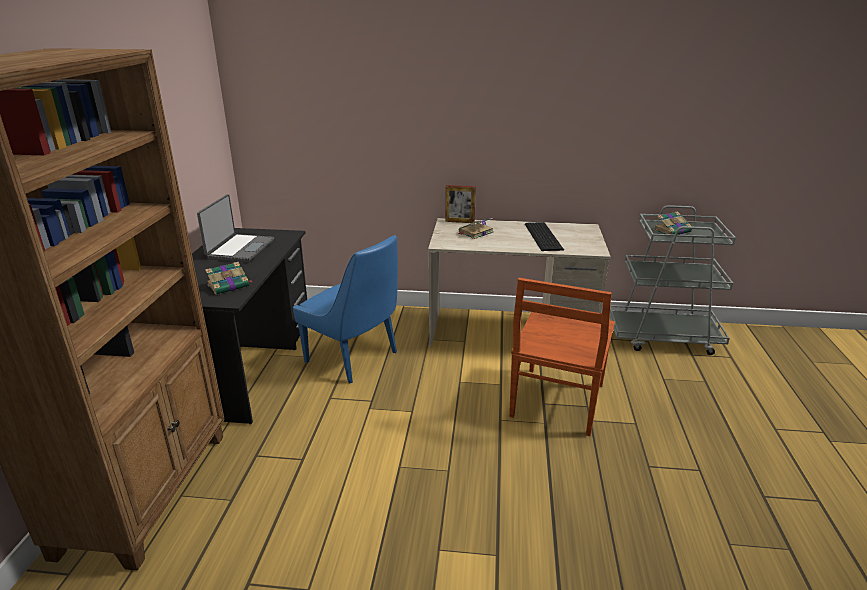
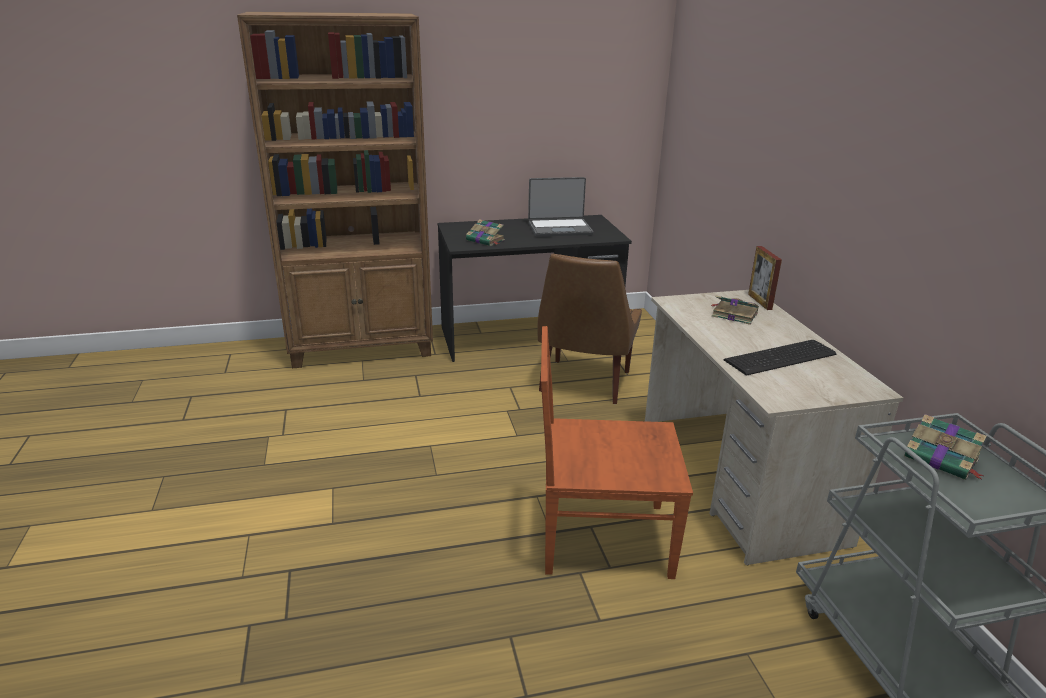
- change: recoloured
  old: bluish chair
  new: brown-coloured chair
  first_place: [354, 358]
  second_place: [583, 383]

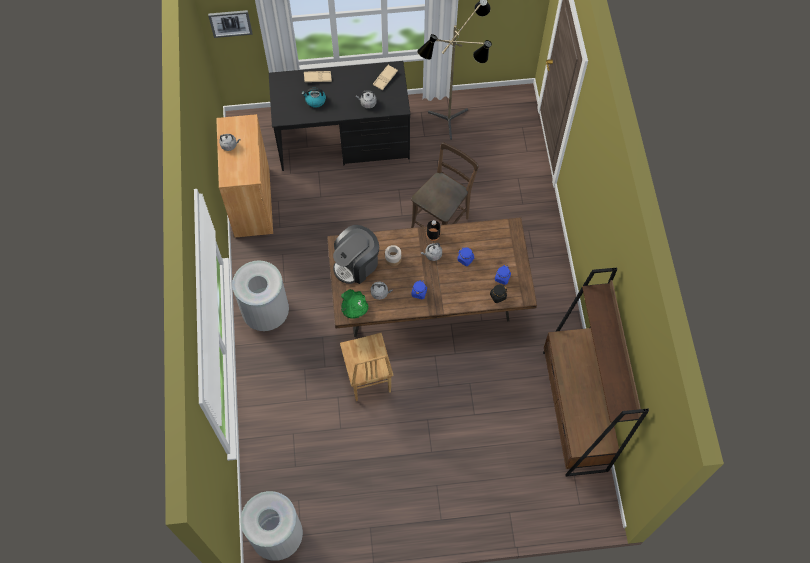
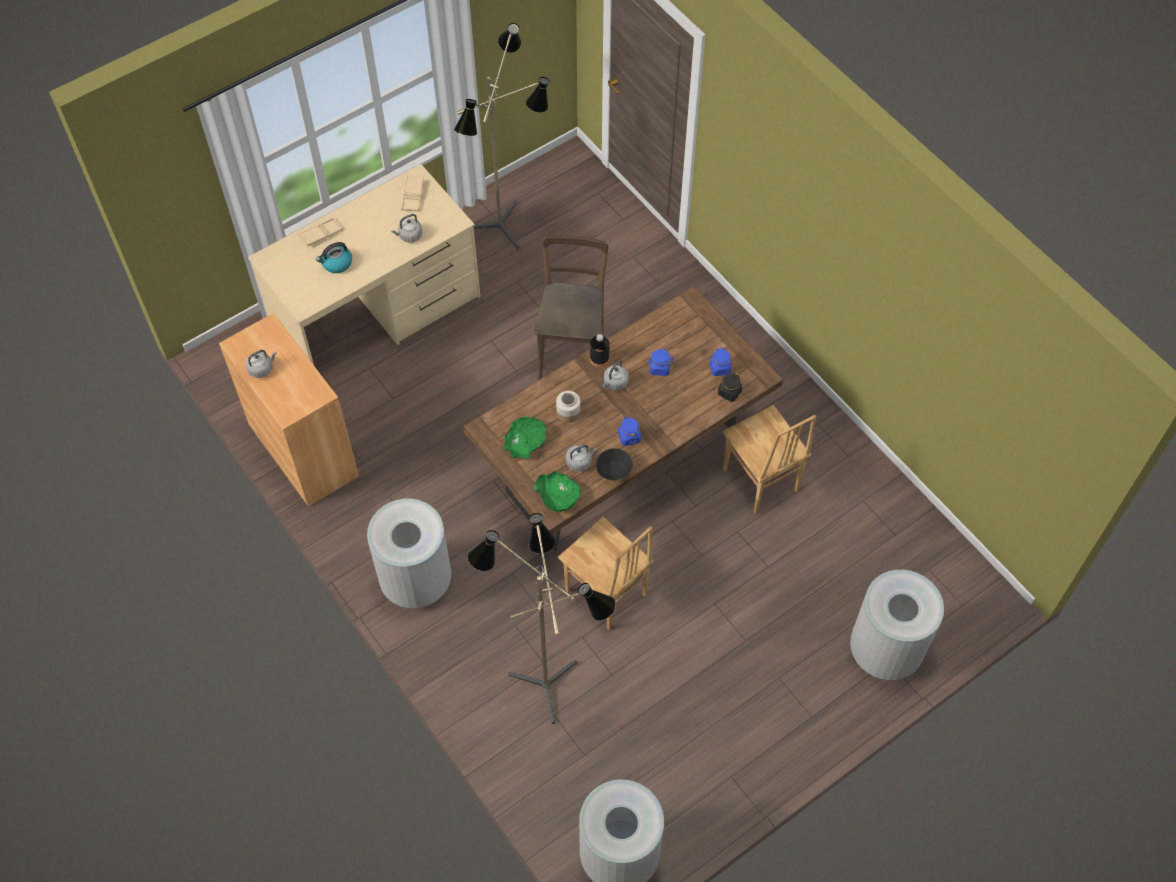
- change: removed
  old: wall art
  first_place: [230, 23]
- change: removed
  old: brown-coloured shelving unit
  first_place: [574, 410]
- change: added
  new: floor lamp
  second_place: [547, 678]
- change: added
  new: blackish bowl
  second_place: [614, 471]
- change: added
  new: brown-coloured chair
  second_place: [759, 481]
- change: added
  new: grey waste bin
  second_place: [885, 651]
- change: replaced
  old: coffee brewer
  new: green bowl
  first_place: [356, 264]
  second_place: [525, 442]
- change: recoloured
  old: blackish desk unit
  new: beige-coloured desk unit
  first_place: [343, 140]
  second_place: [377, 313]

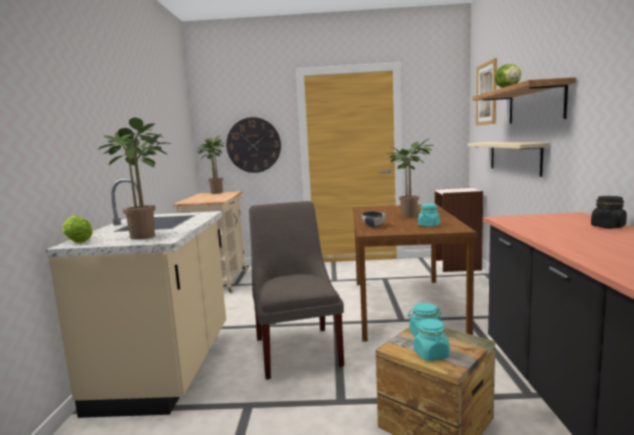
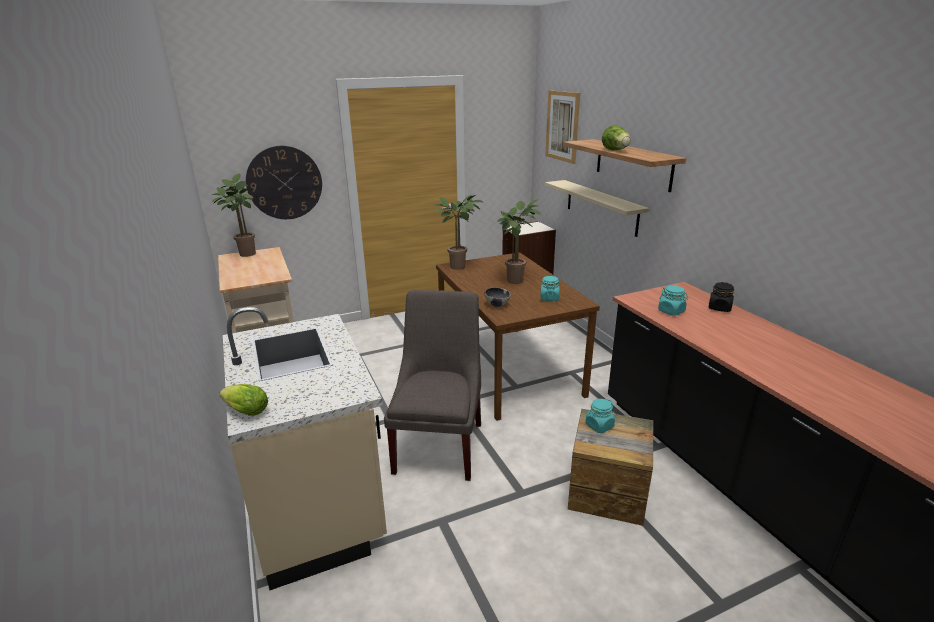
- change: moved
  old: potted plant
  first_place: [147, 236]
  second_place: [460, 266]
- change: moved
  old: turquoise preserve jar
  first_place: [431, 355]
  second_place: [671, 311]
- change: turned
  old: grey chair
  first_place: [297, 348]
  second_place: [440, 444]
  degrees: 45

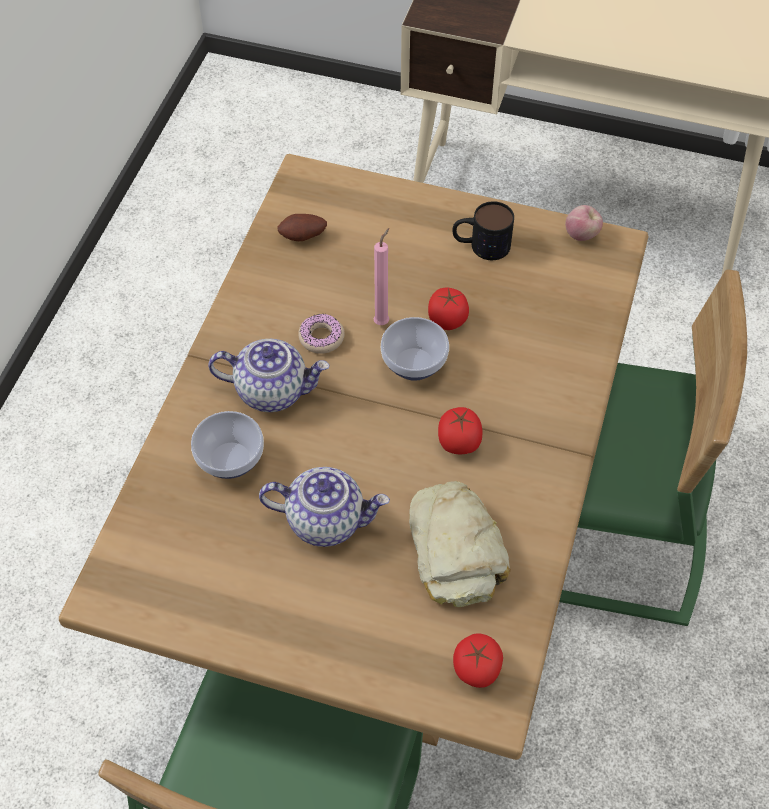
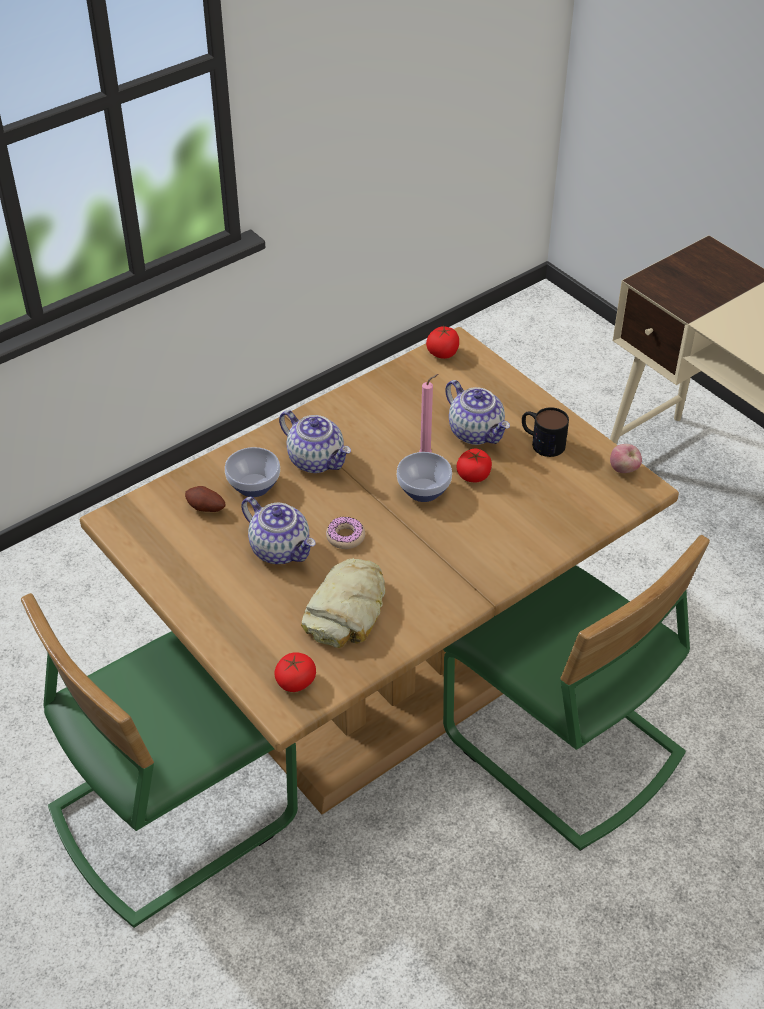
- change: added
  new: pot for tea
  second_place: [476, 432]
- change: moved
  old: spud
  first_place: [303, 237]
  second_place: [205, 509]
- change: moved
  old: donut
  first_place: [321, 337]
  second_place: [345, 537]
- change: moved
  old: fresh tomato
  first_place: [459, 441]
  second_place: [442, 353]

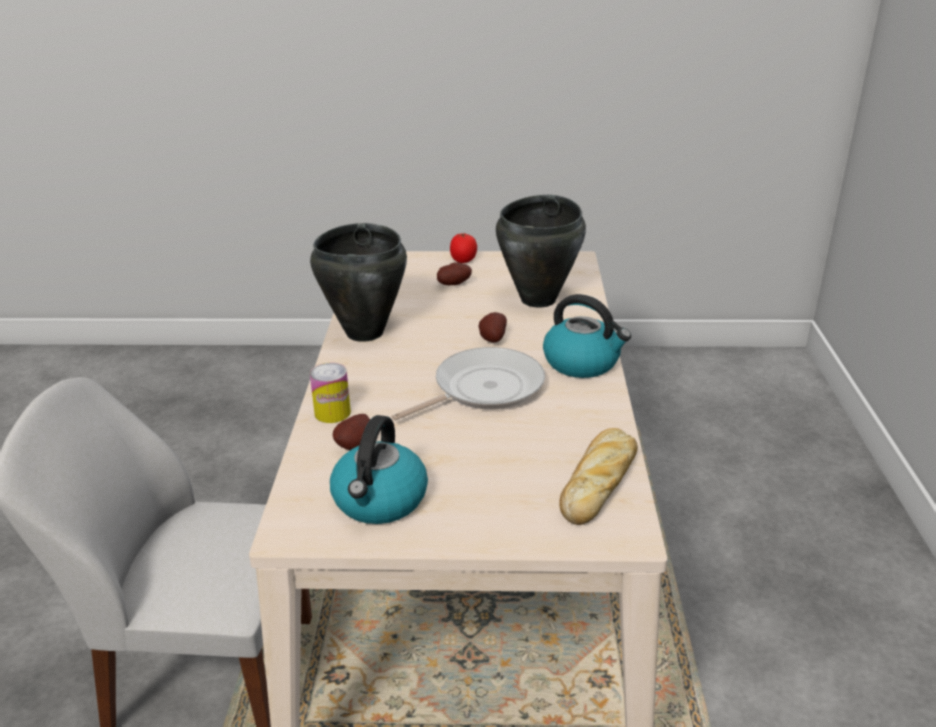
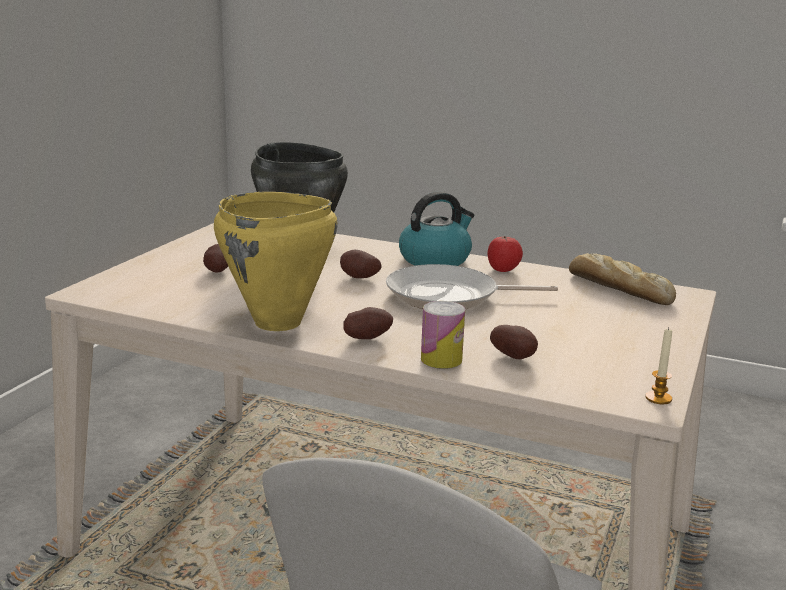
- change: removed
  old: water kettle
  first_place: [380, 501]
- change: added
  new: spud
  second_place: [367, 338]
- change: added
  new: wax candle
  second_place: [658, 398]
- change: moved
  old: fresh tomato
  first_place: [463, 261]
  second_place: [503, 270]
- change: recoloured
  old: blackish cooking pot
  new: yellow-coloured cooking pot
  first_place: [364, 333]
  second_place: [278, 323]
- change: turned
  old: frying pan
  first_place: [483, 389]
  second_place: [449, 296]
  degrees: -75

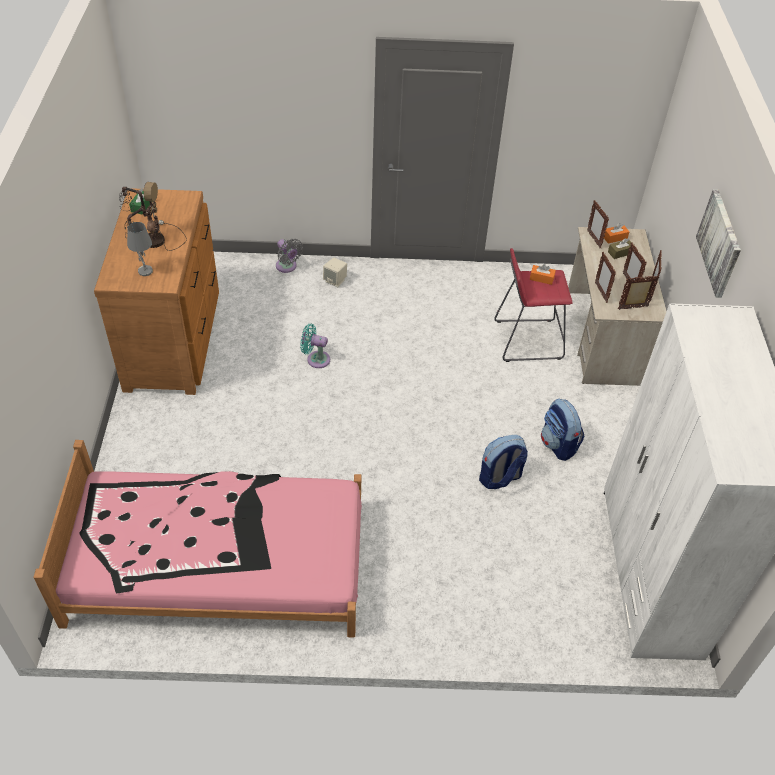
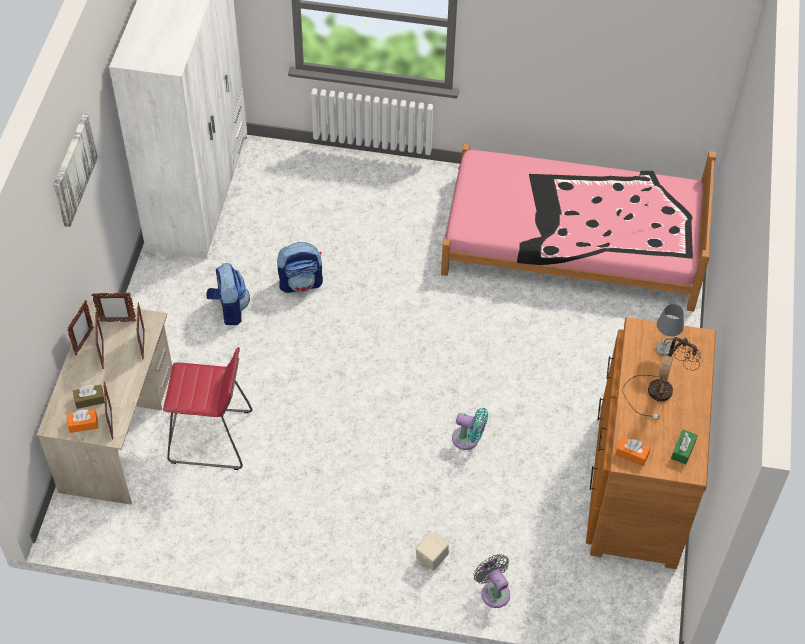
- change: moved
  old: orangey tissue box
  first_place: [541, 278]
  second_place: [632, 454]

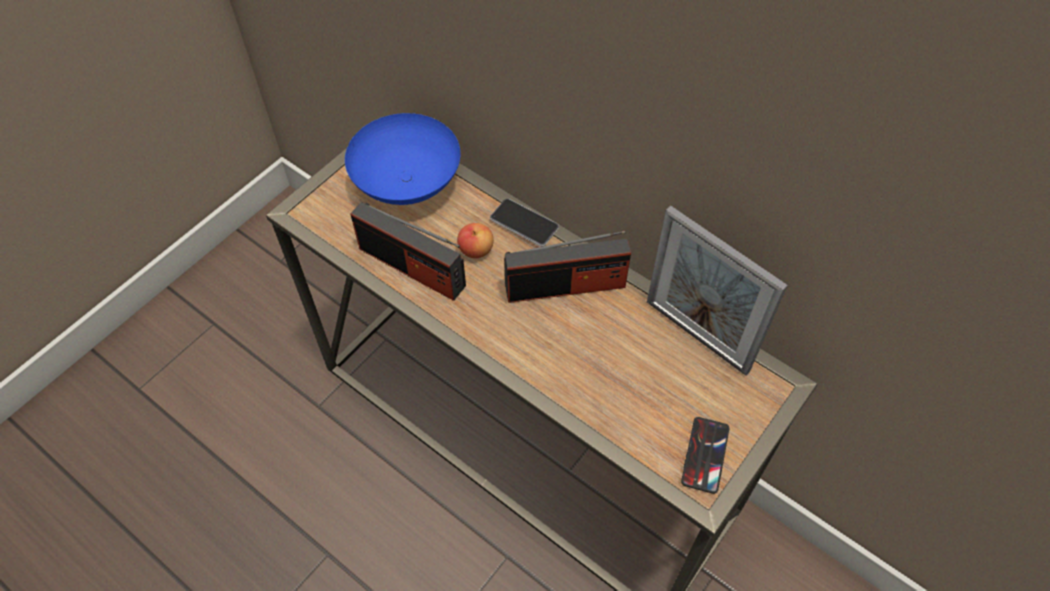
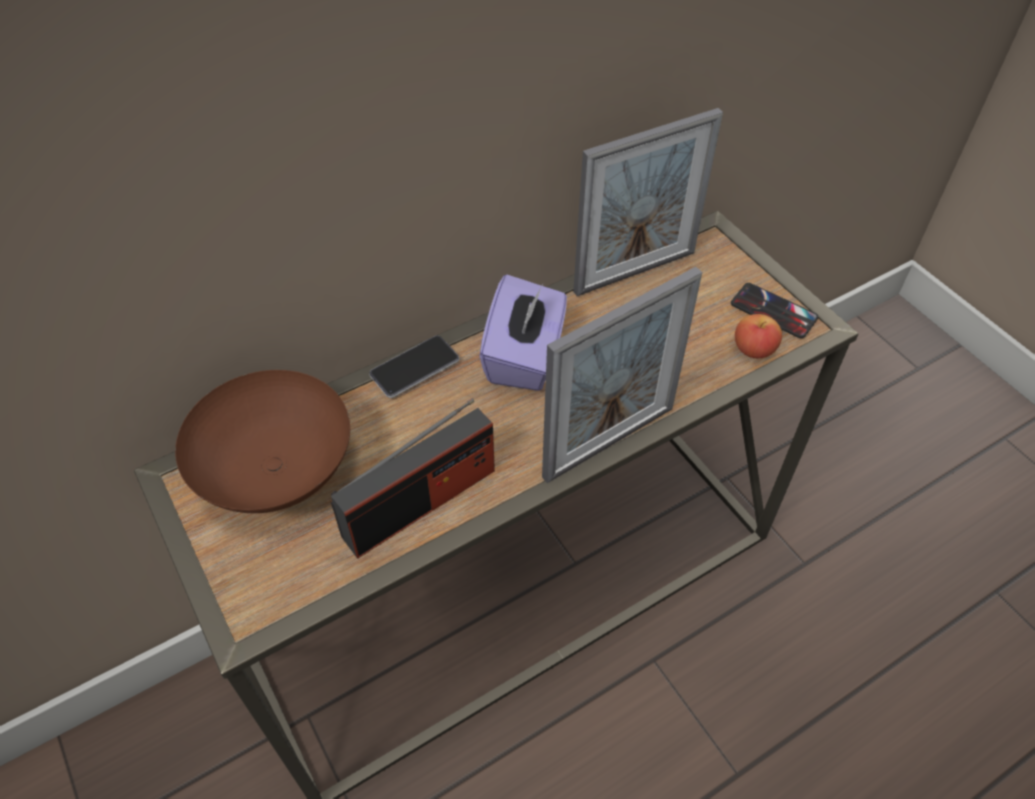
- change: added
  new: picture frame
  second_place: [609, 442]
- change: moved
  old: apple
  first_place: [476, 250]
  second_place: [753, 349]
- change: replaced
  old: radio
  new: purple-coloured tissue box
  first_place: [565, 286]
  second_place: [525, 356]
- change: recoloured
  old: bluish bowl
  new: brown-coloured bowl
  first_place: [406, 182]
  second_place: [274, 472]

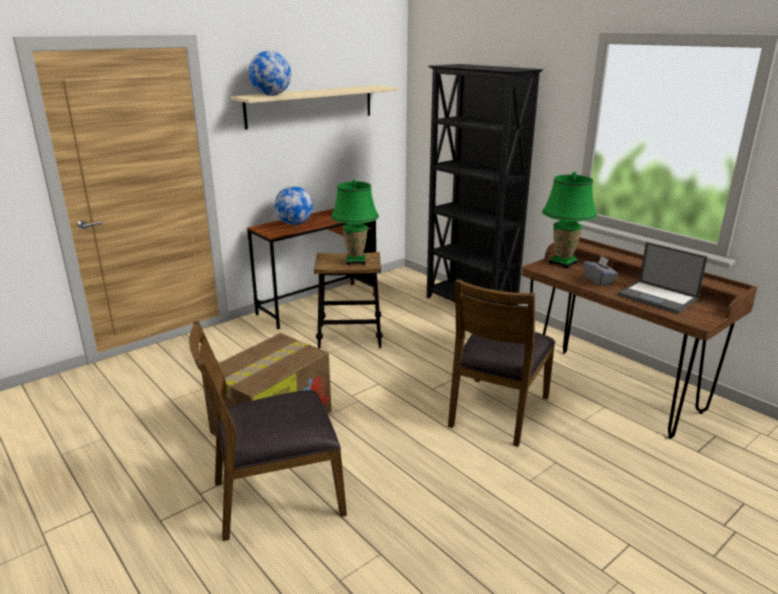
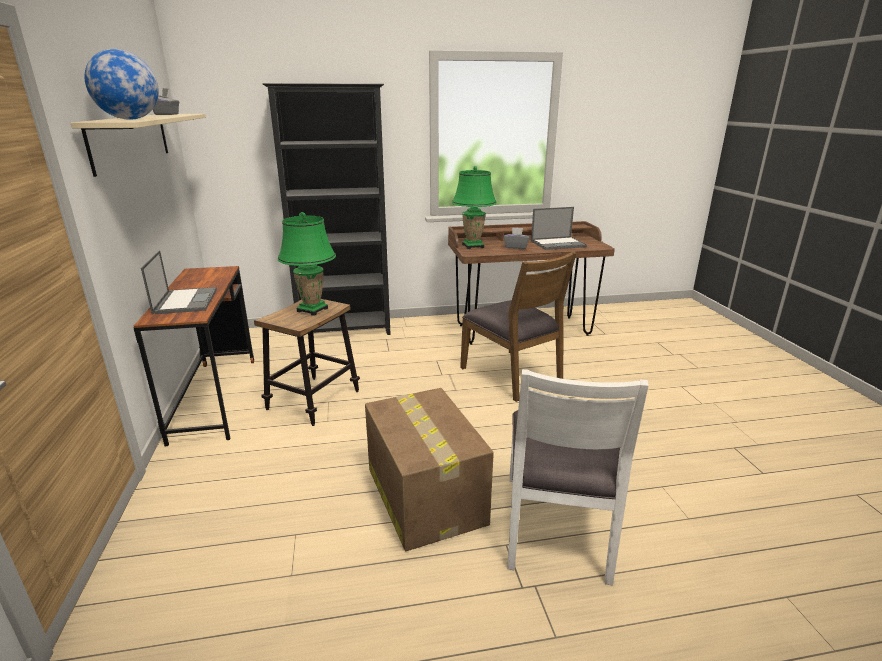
- change: added
  new: grey tissue box
  second_place: [167, 114]
- change: replaced
  old: globe
  new: laptop
  first_place: [294, 224]
  second_place: [185, 301]
- change: recoloured
  old: brown-coloured chair
  new: whitish chair
  first_place: [276, 496]
  second_place: [558, 526]

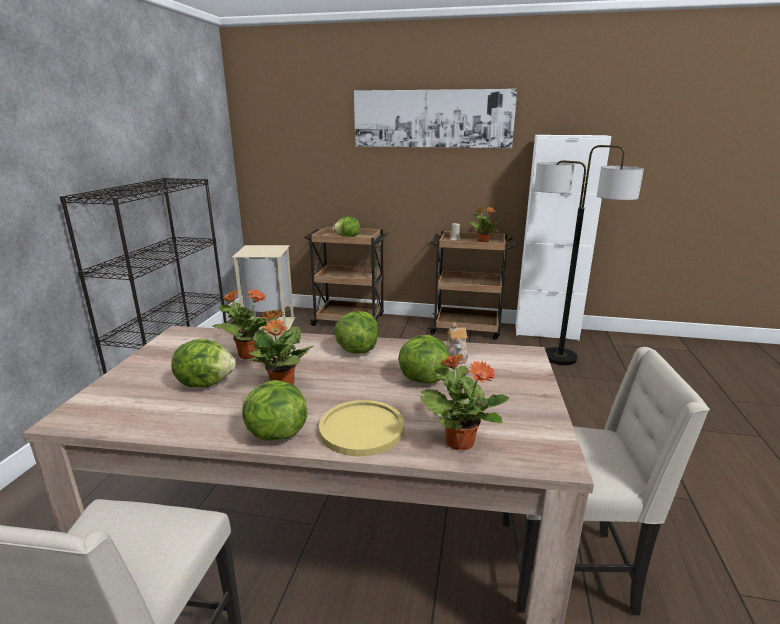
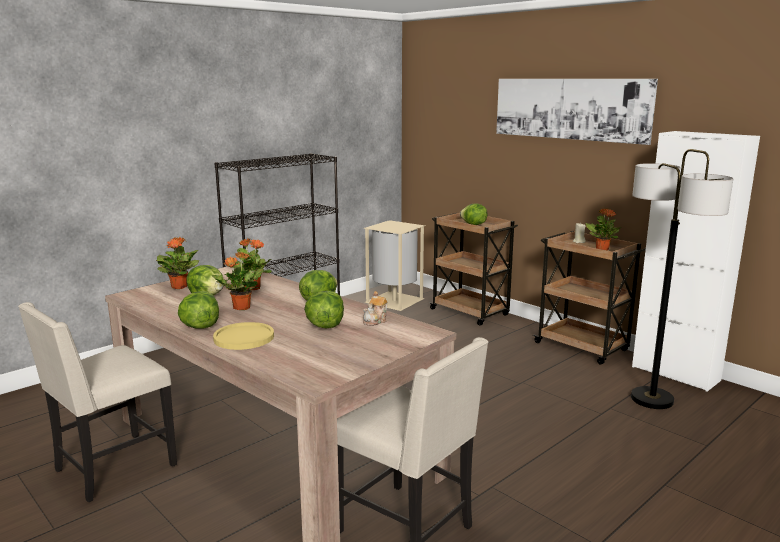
- change: moved
  old: potted plant
  first_place: [459, 441]
  second_place: [179, 287]

